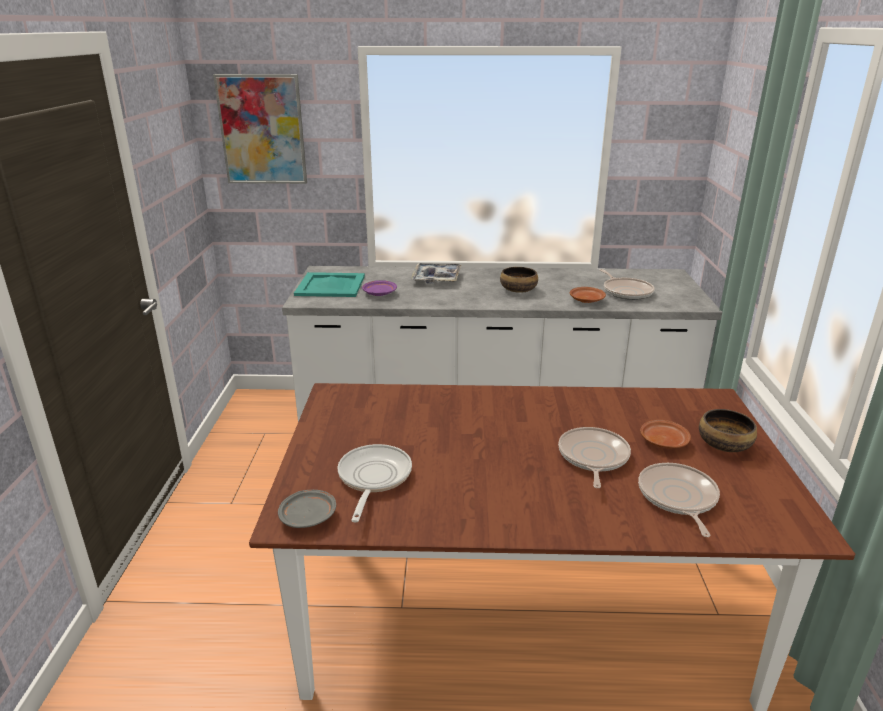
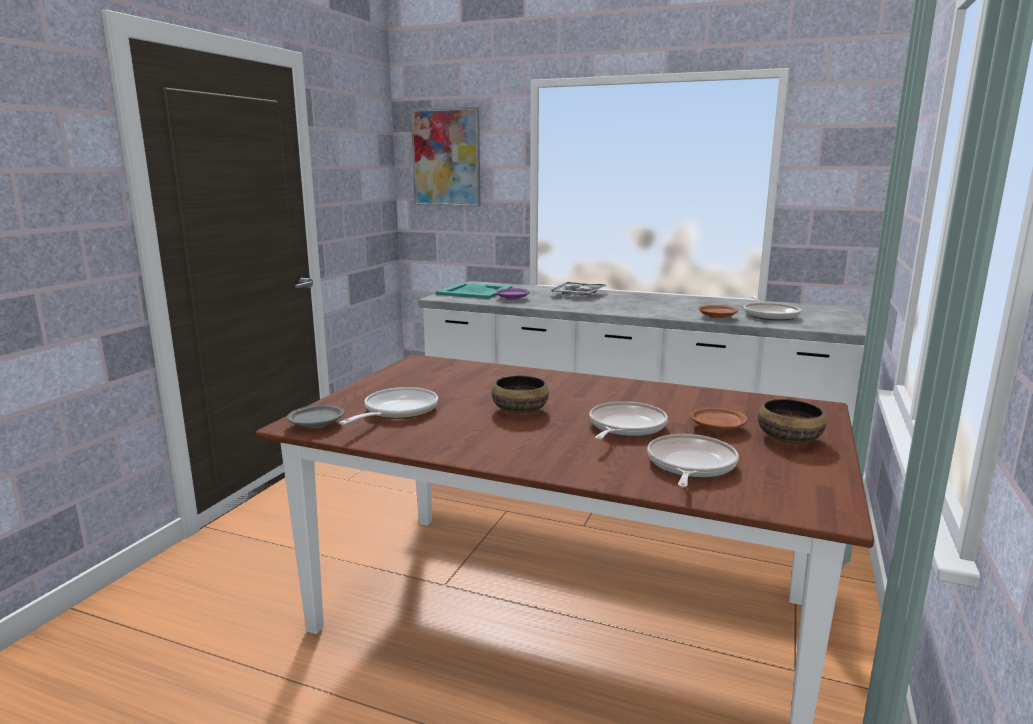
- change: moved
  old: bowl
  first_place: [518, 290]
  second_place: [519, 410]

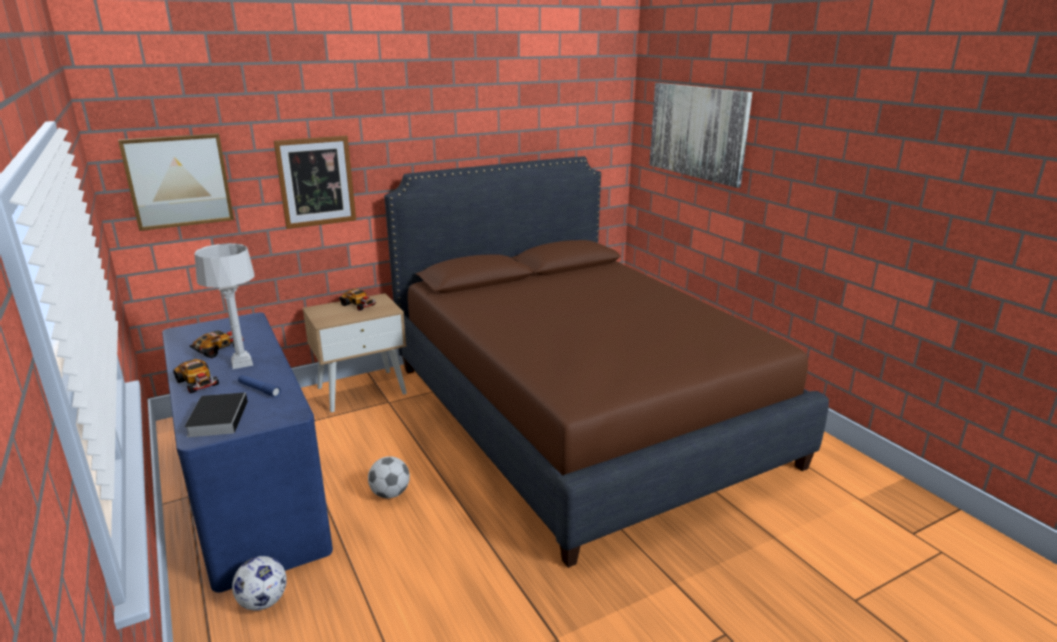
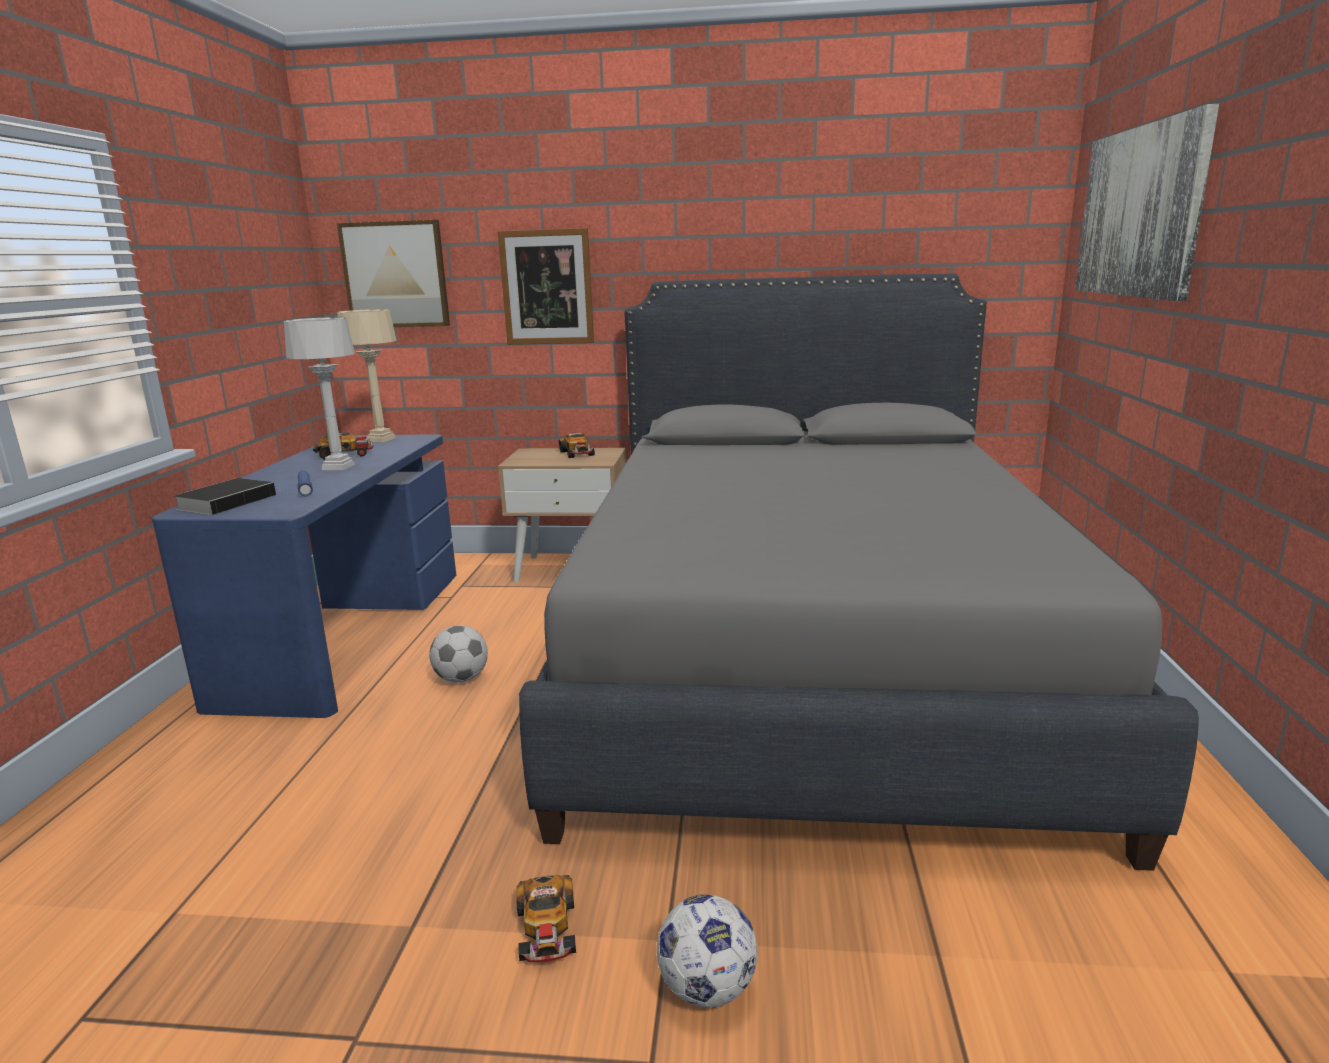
- change: added
  new: beige-coloured tabletop lamp
  second_place: [381, 439]
- change: moved
  old: miniature car
  first_place: [198, 382]
  second_place: [547, 930]
- change: moved
  old: football
  first_place: [263, 602]
  second_place: [707, 989]
- change: recoloured
  old: brown-coloured sleeping bed
  new: grey sleeping bed
  first_place: [580, 412]
  second_place: [810, 660]

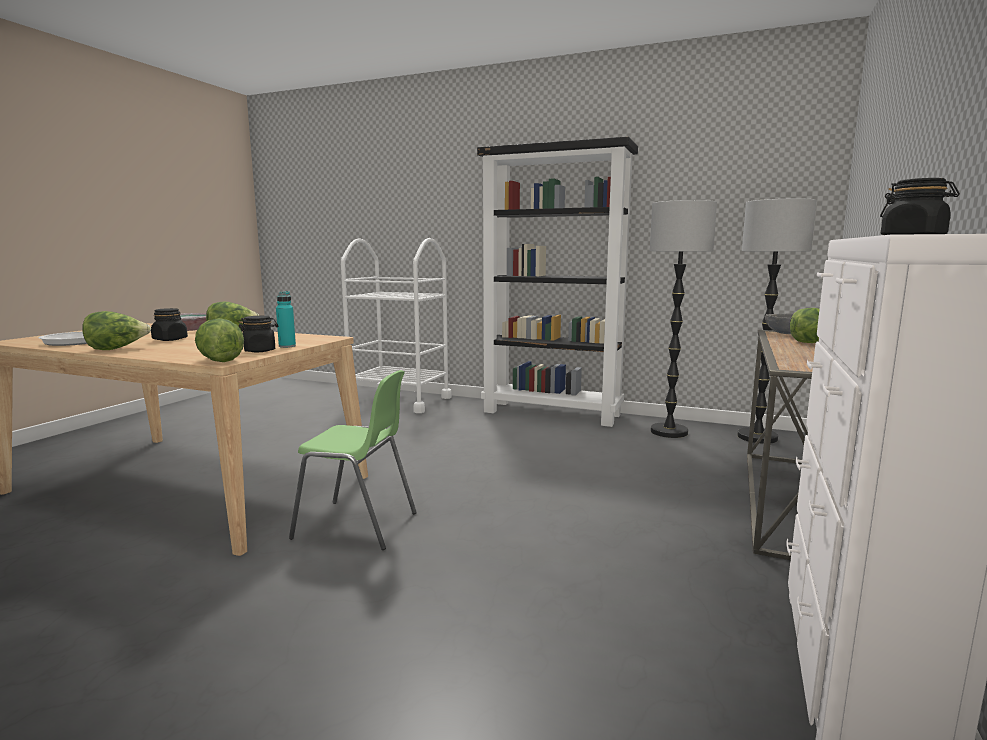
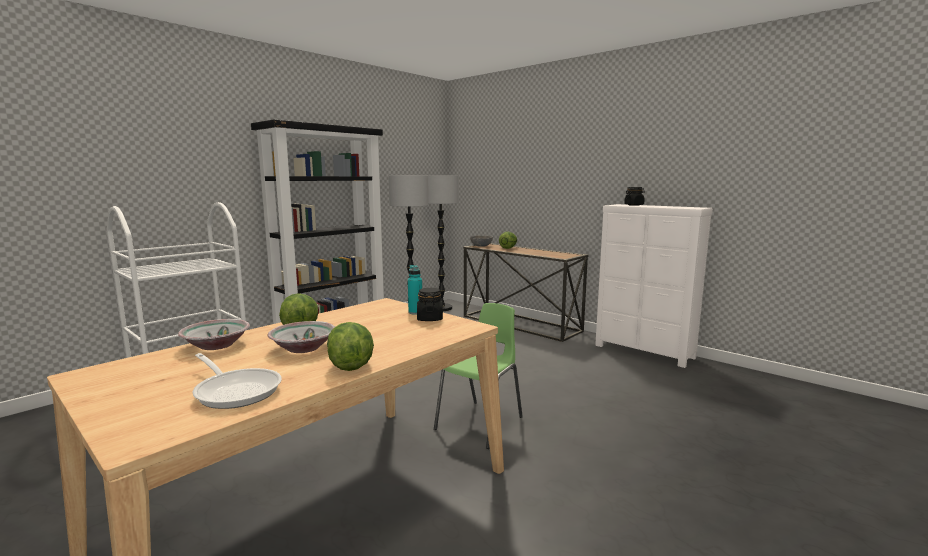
- change: removed
  old: head of lettuce
  first_place: [219, 360]
- change: replaced
  old: blackish preserve jar
  new: bowl
  first_place: [170, 339]
  second_place: [303, 348]

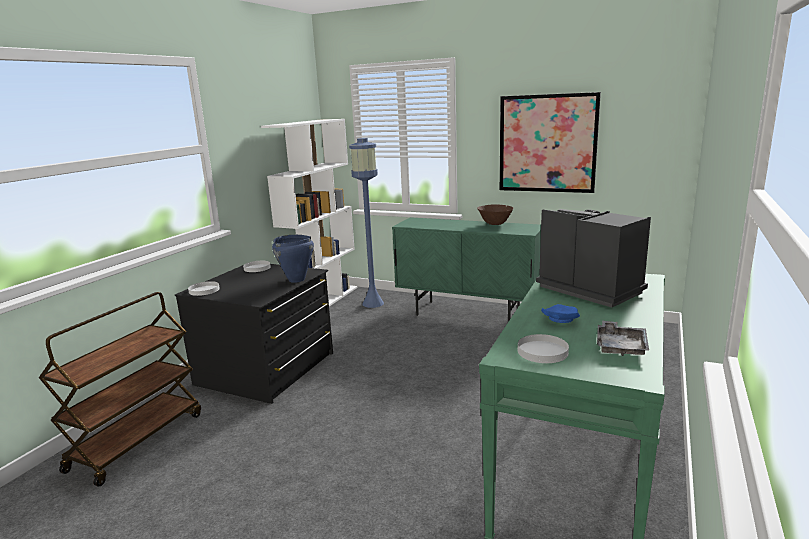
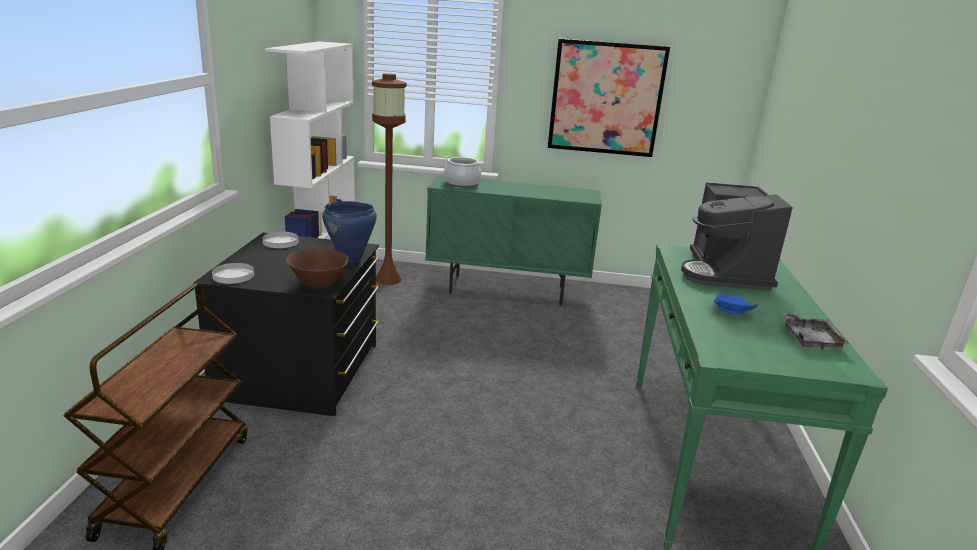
- change: removed
  old: whitish plate
  first_place: [542, 351]
- change: added
  new: cooking pot
  second_place: [462, 183]
- change: moved
  old: brown-coloured bowl
  first_place: [495, 224]
  second_place: [318, 285]
- change: recoloured
  old: bluish floor lamp
  new: brown-coloured floor lamp
  first_place: [373, 303]
  second_place: [388, 279]
- change: turned
  old: coffee brewer
  first_place: [589, 289]
  second_place: [725, 273]
  degrees: -120

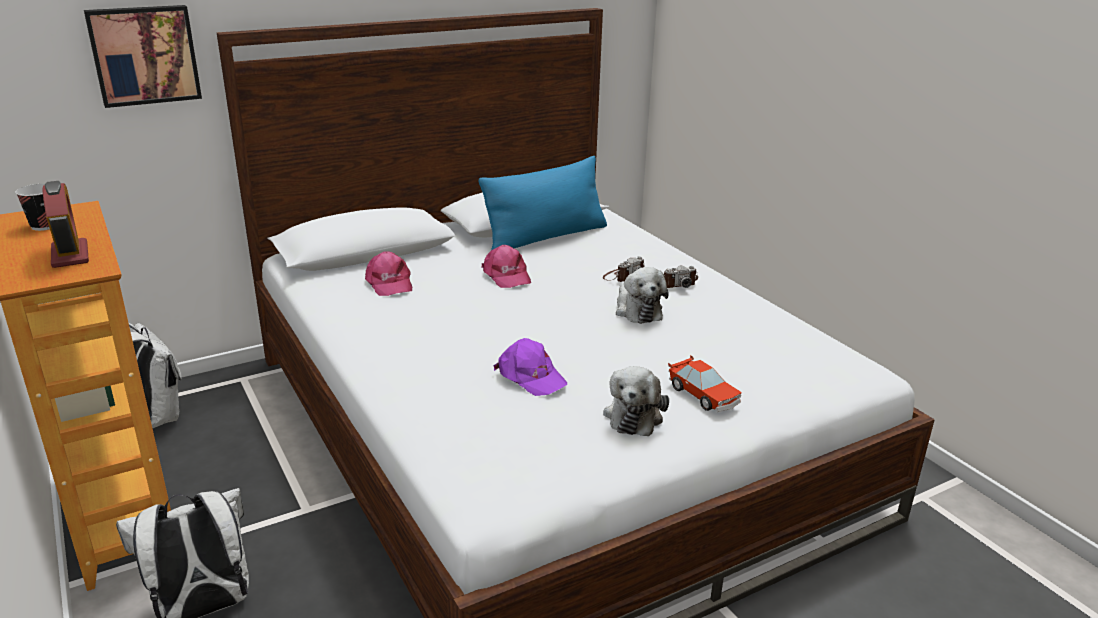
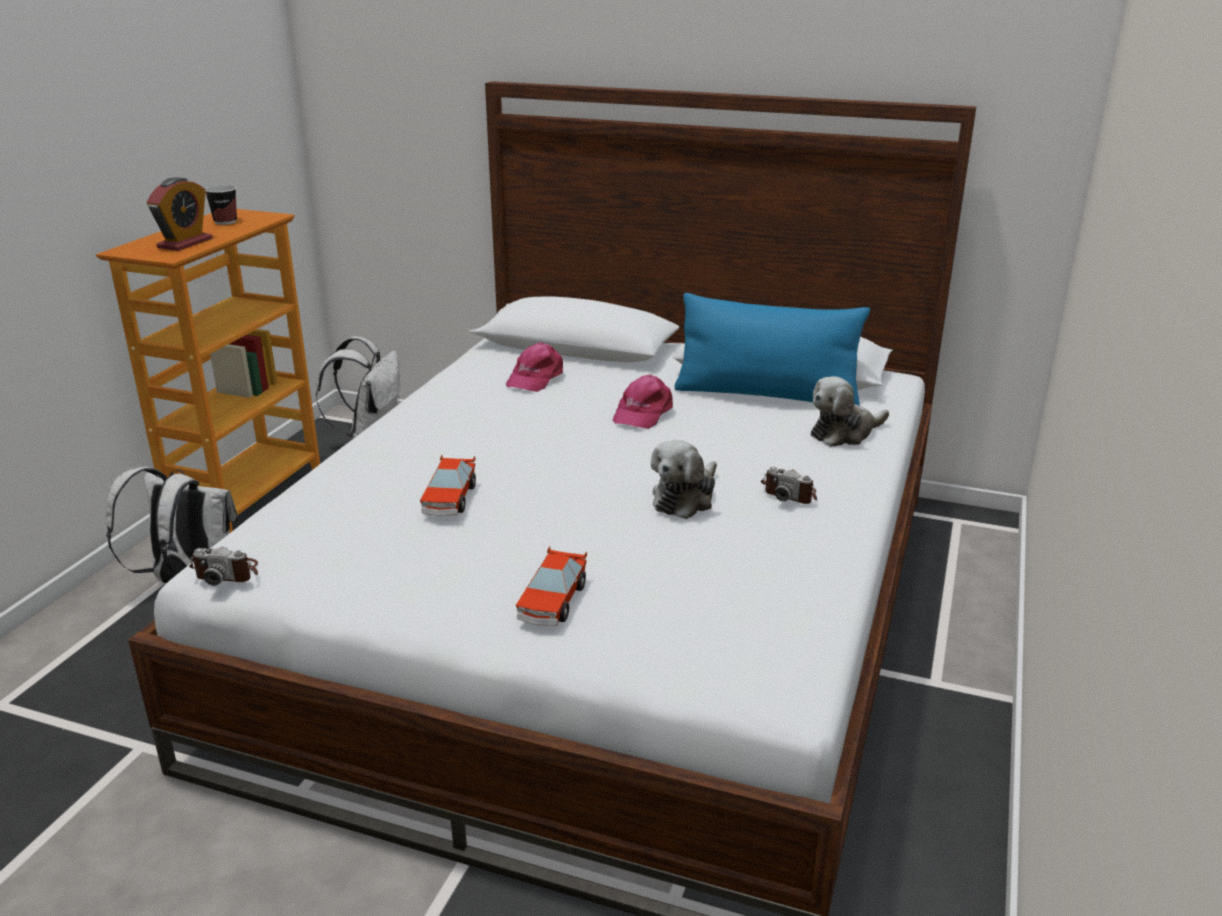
- change: removed
  old: wall art
  first_place: [144, 55]
- change: moved
  old: photo camera
  first_place: [624, 276]
  second_place: [227, 573]
- change: moved
  old: cuddly toy
  first_place: [634, 415]
  second_place: [844, 433]
- change: replaced
  old: purple-coloured cap
  new: miniature car
  first_place: [530, 376]
  second_place: [449, 499]

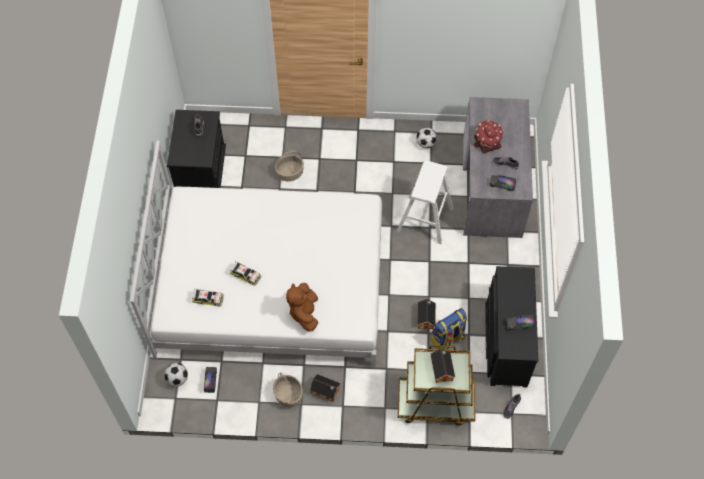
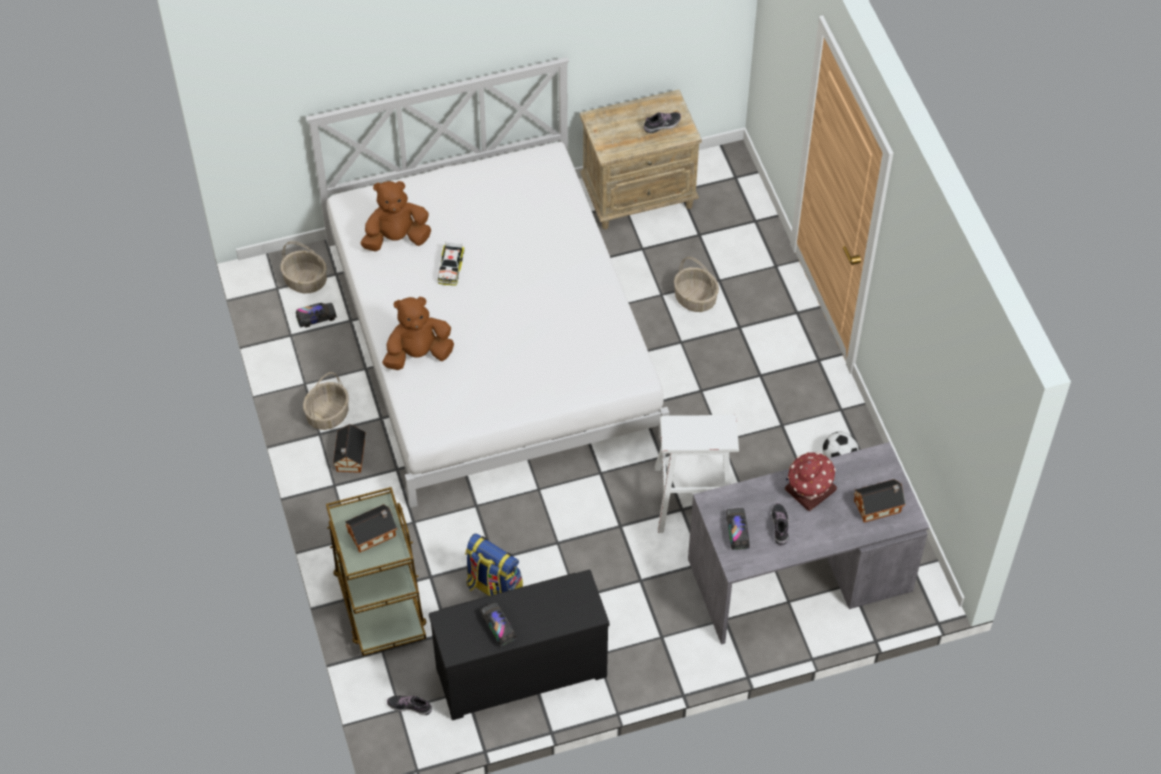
- change: moved
  old: model house
  first_place: [426, 317]
  second_place: [879, 506]
- change: replaced
  old: football
  new: basket
  first_place: [177, 379]
  second_place: [306, 281]
- change: replaced
  old: miniature car
  new: brown-coloured cuddly toy
  first_place: [208, 299]
  second_place: [396, 238]
- change: recoloured
  old: blackish bedside table
  new: beige-coloured bedside table
  first_place: [202, 175]
  second_place: [639, 196]

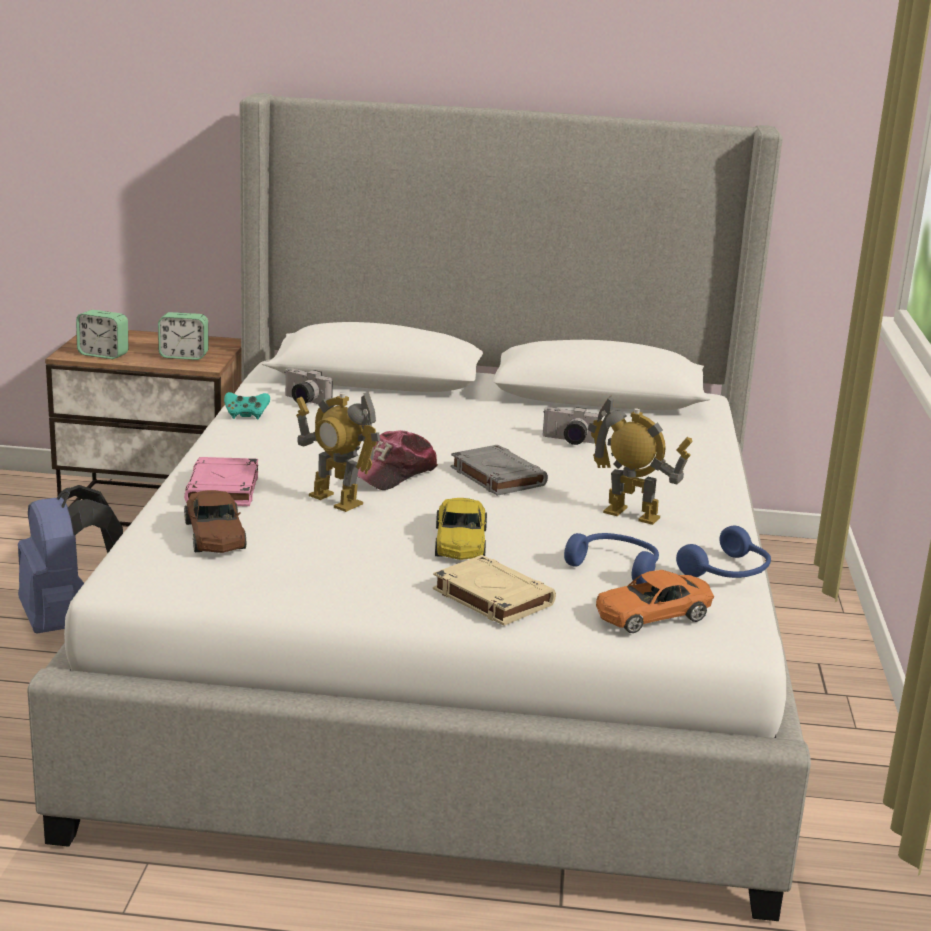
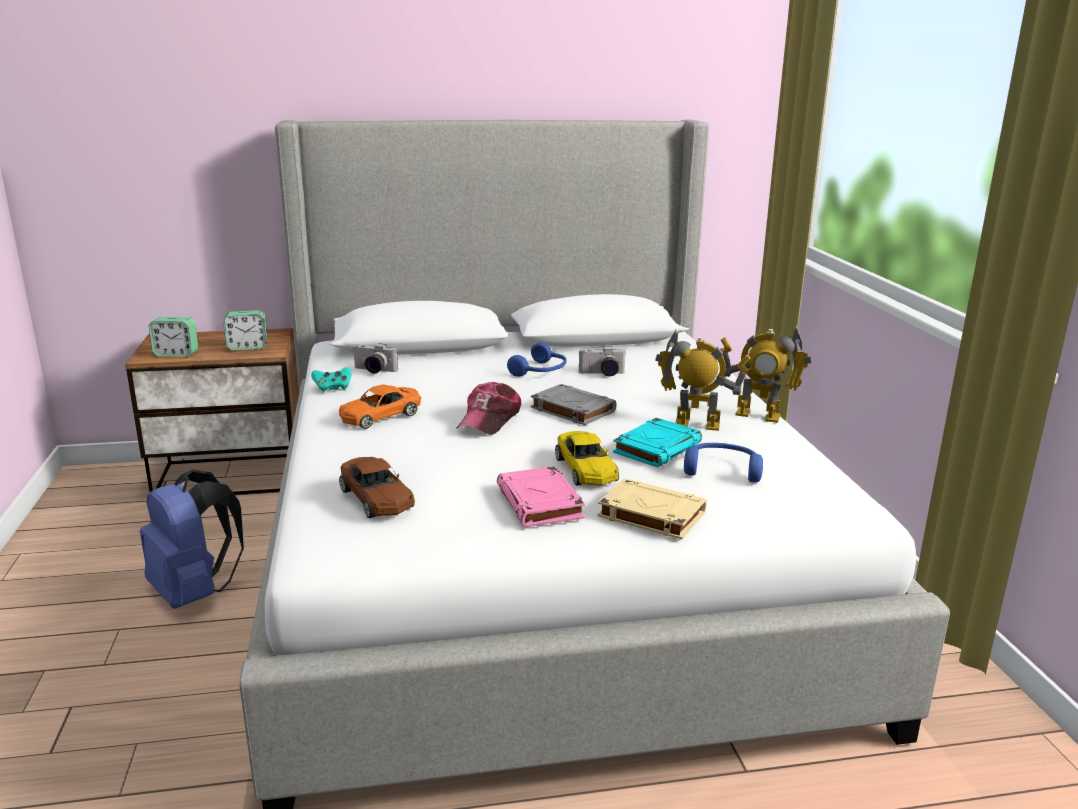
- change: added
  new: turquoise bound book
  second_place: [657, 448]
- change: moved
  old: pink-coloured bound book
  first_place: [223, 489]
  second_place: [540, 503]
- change: moved
  old: model robot
  first_place: [335, 500]
  second_place: [758, 415]
- change: moved
  old: orangey miniature car
  first_place: [652, 615]
  second_place: [380, 416]
- change: moved
  old: bluish pair of headphones
  first_place: [728, 572]
  second_place: [541, 371]

